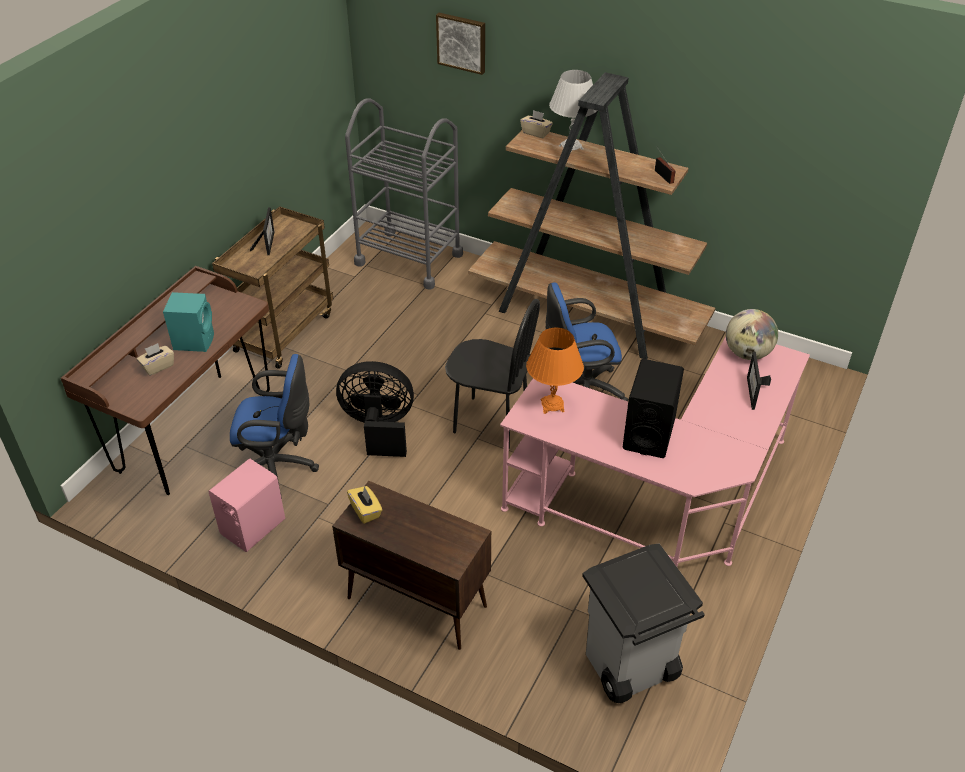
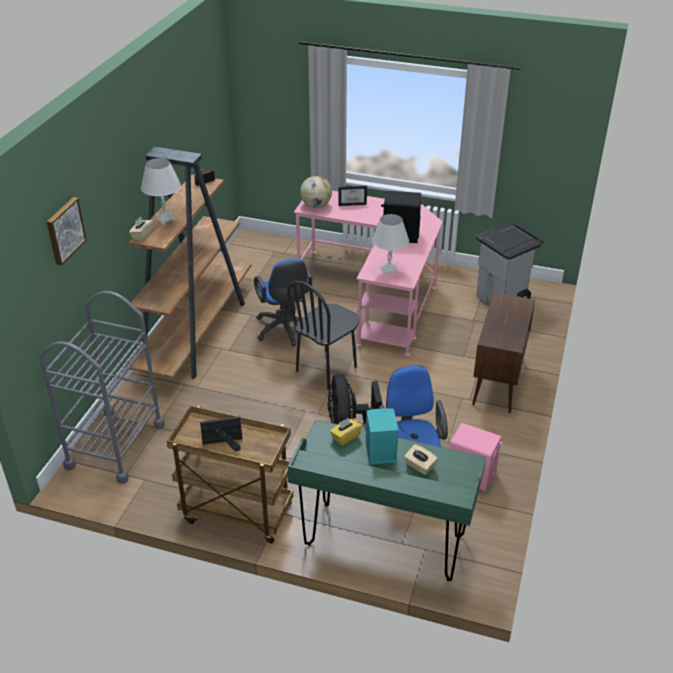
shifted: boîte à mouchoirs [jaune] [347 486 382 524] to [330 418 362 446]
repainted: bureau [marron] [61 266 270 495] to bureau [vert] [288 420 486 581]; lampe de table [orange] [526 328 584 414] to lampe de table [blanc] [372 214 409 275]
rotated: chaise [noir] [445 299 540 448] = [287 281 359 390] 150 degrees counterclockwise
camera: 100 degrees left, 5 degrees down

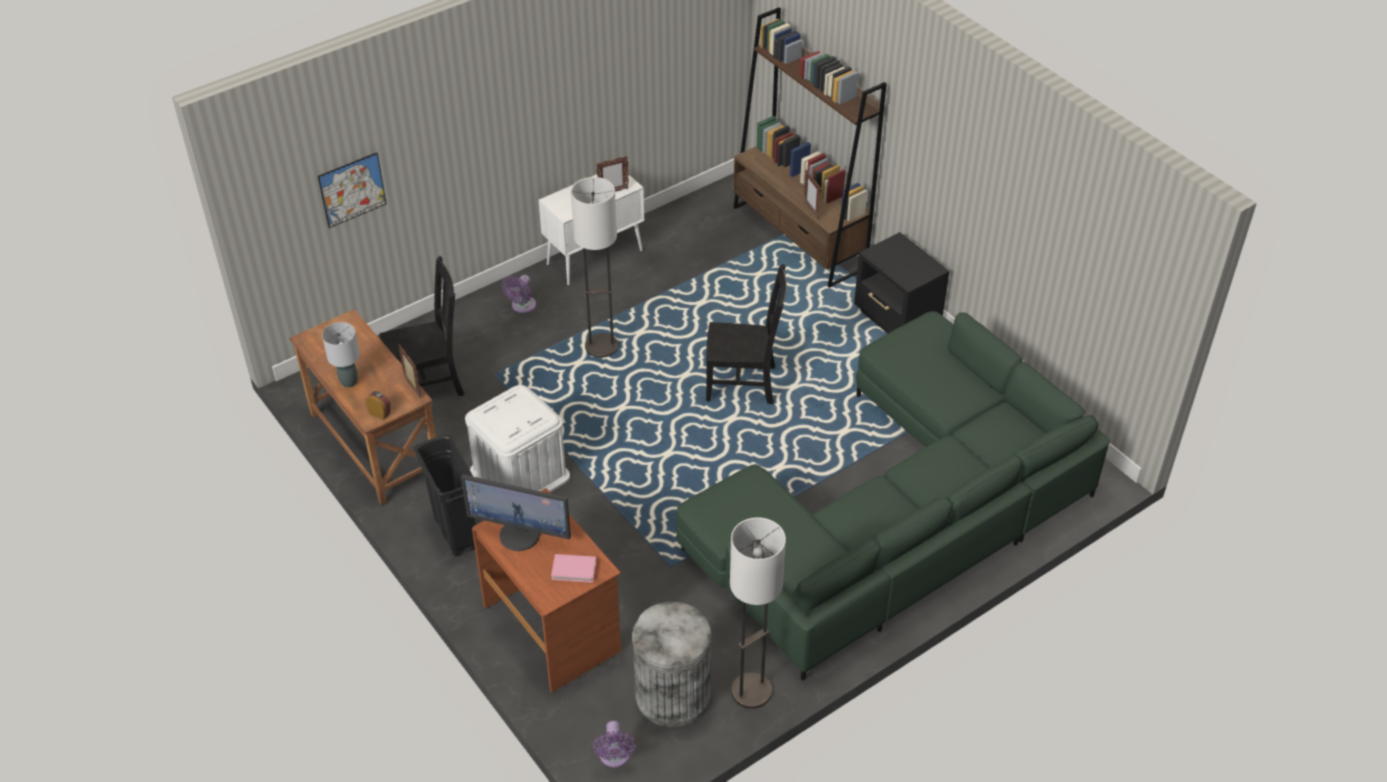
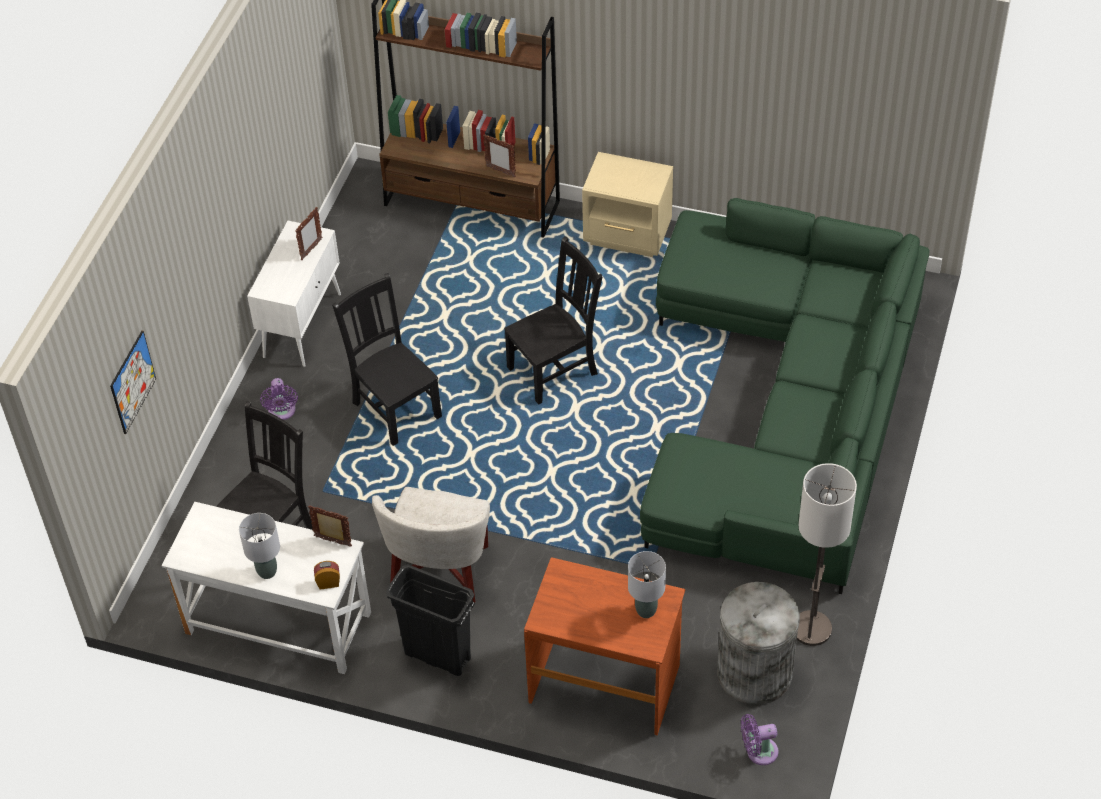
gone: écran d'ordinateur [461 474 571 551]
swapped: boîte de rangement [blanc] [465 385 570 492] to fauteuil [blanc] [372 487 490 603]; livre [rose] [551 554 596 583] to lampe de table [gris] [628 551 666 618]; lampadaire [571 177 618 358] to chaise [noir] [332 273 442 446]
repainted: bureau [marron] [289 309 436 505] to bureau [blanc] [162 502 371 674]; table de chevet [noir] [854 232 950 334] to table de chevet [beige] [582 152 673 257]
rotated: ventilateur [violet] [593 721 636 768] = [741 714 778 765] 120 degrees clockwise
camera: 35 degrees left, 5 degrees up

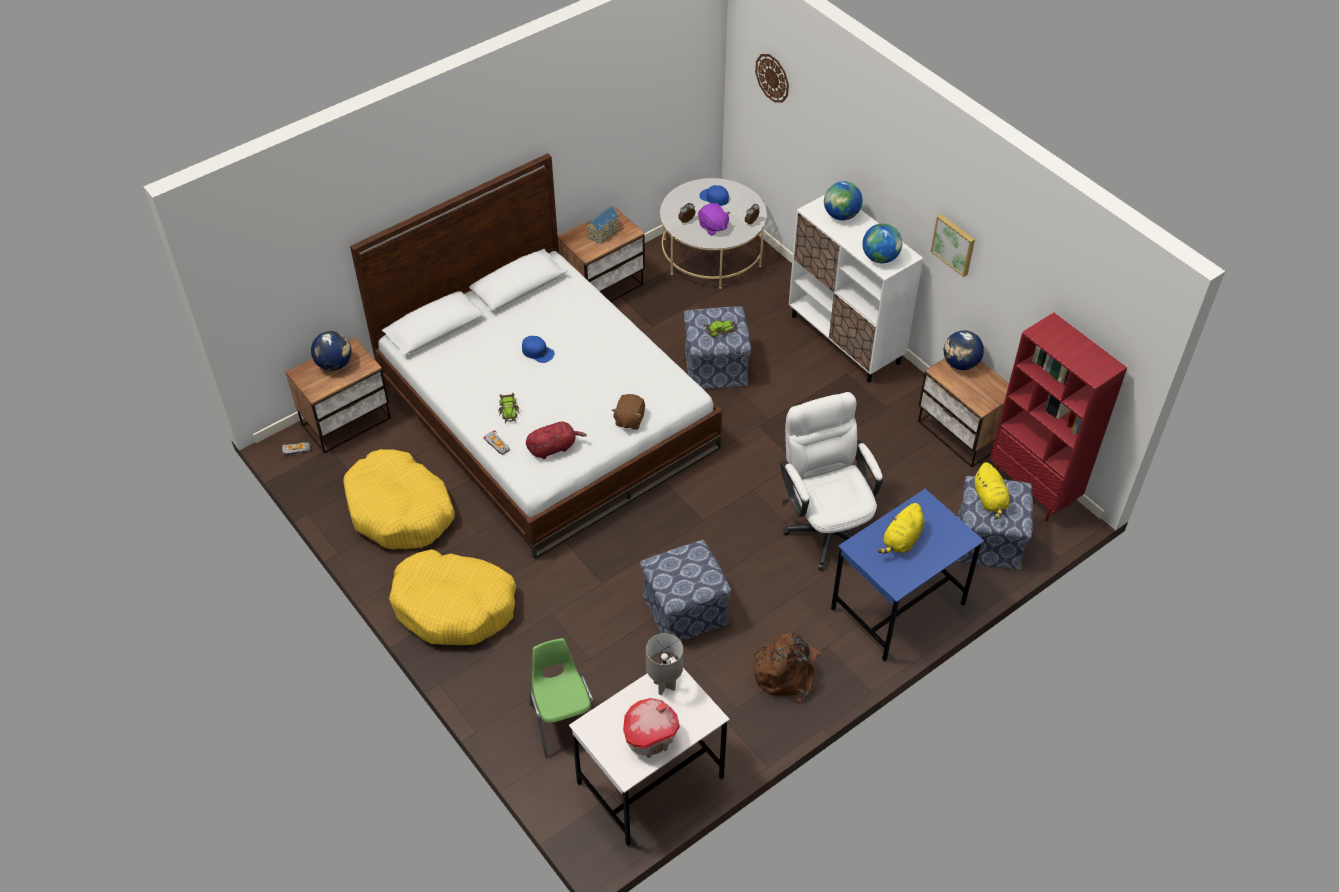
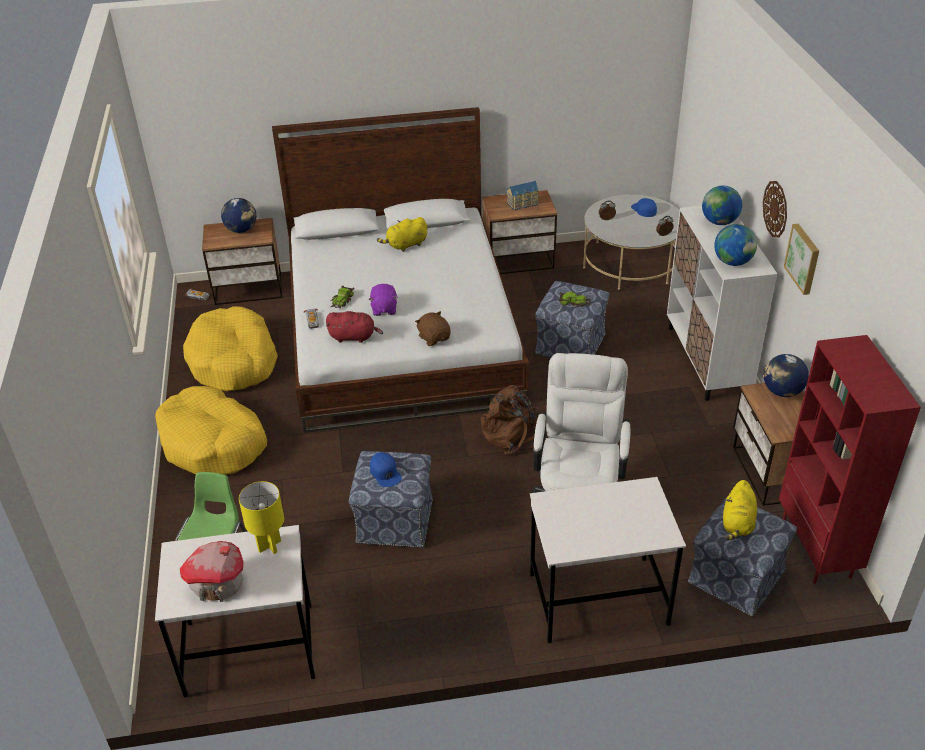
shifted: casquette [bleu] [522 336 555 363] to [370 452 402 487]; peluche [violet] [698 203 730 235] to [369 284 398 316]; sac à dos [marron] [753 632 822 703] to [481 385 538 455]; horloge murale [755 54 789 103] to [763 181 787 237]; peluche [jaune] [878 503 924 553] to [377 217 427 252]
repainted: lampe de table [gris] [646 633 683 695] to lampe de table [jaune] [239 481 284 554]; bureau [bleu] [831 489 984 662] to bureau [blanc] [530 477 686 643]
rotated: peluche [marron] [612 394 645 430] = [415 311 451 346] 105 degrees clockwise
camera: 30 degrees right, 10 degrees down

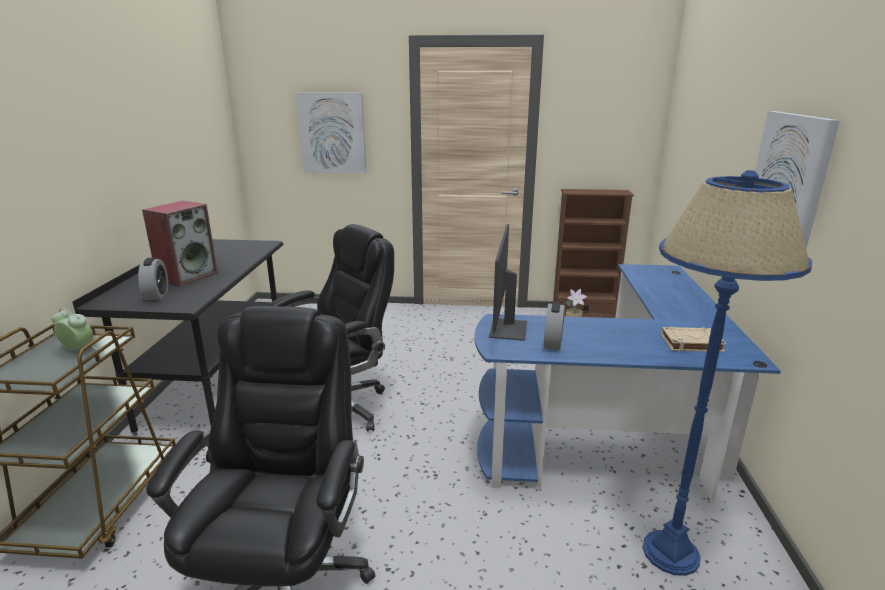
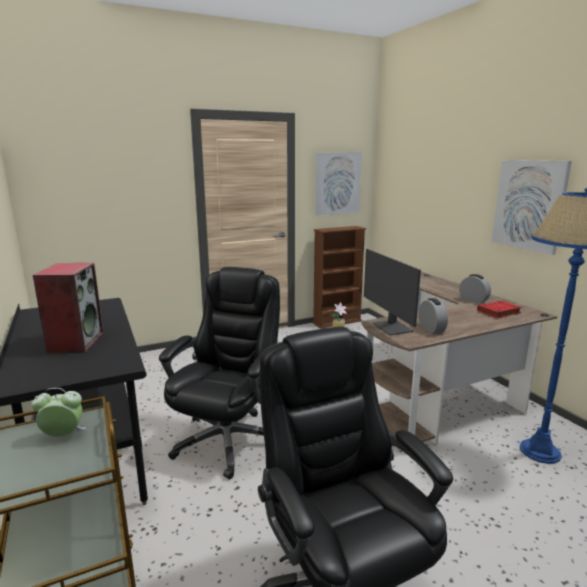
shifted: réveil [138 257 168 300] to [459 274 491 303]; tableau [296 92 367 174] to [315 153 362 215]
repainted: bureau [bleu] [474 264 781 500] to bureau [marron] [362 271 557 444]; livre [beige] [661 327 726 352] to livre [rouge] [477 301 522 318]
camera: 30 degrees left, 5 degrees down

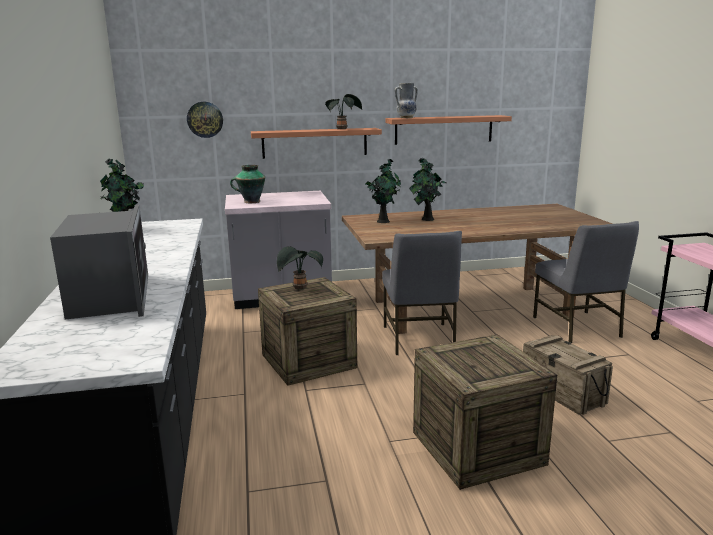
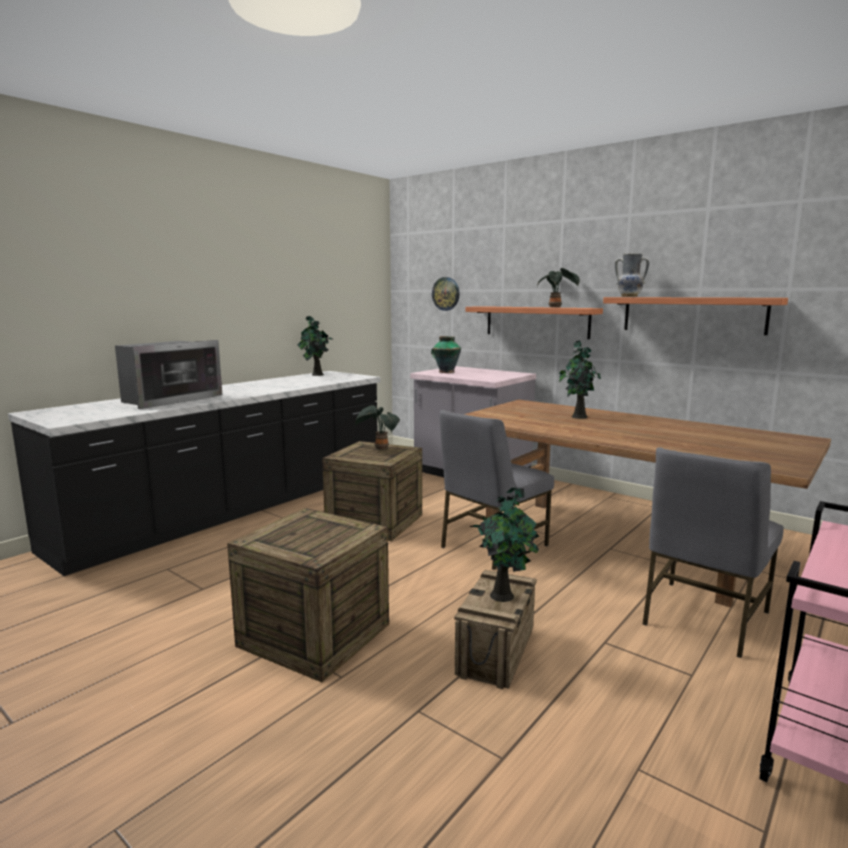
shifted: plante en pot [365 159 401 223] to [469 488 539 602]
camera: 50 degrees right, 5 degrees down

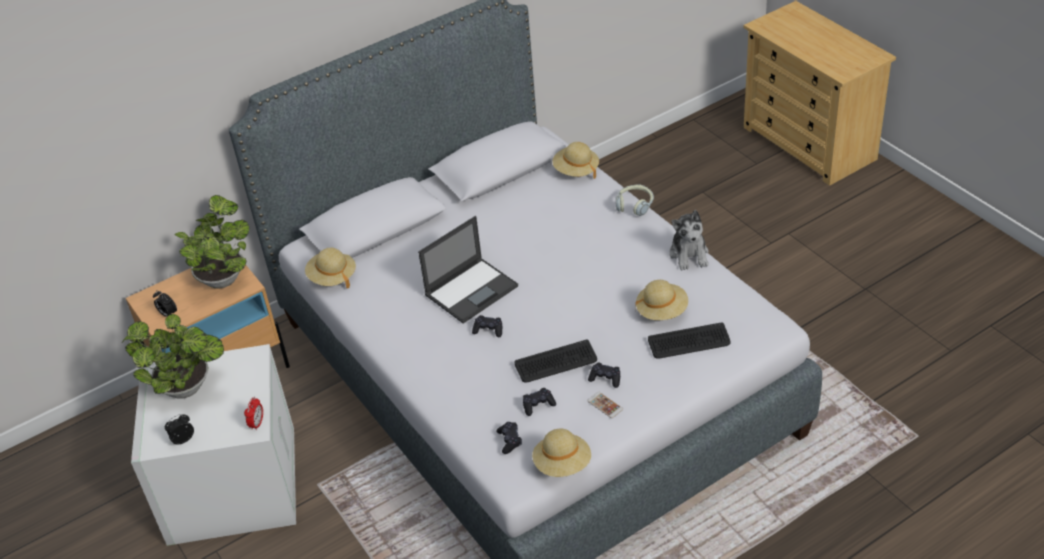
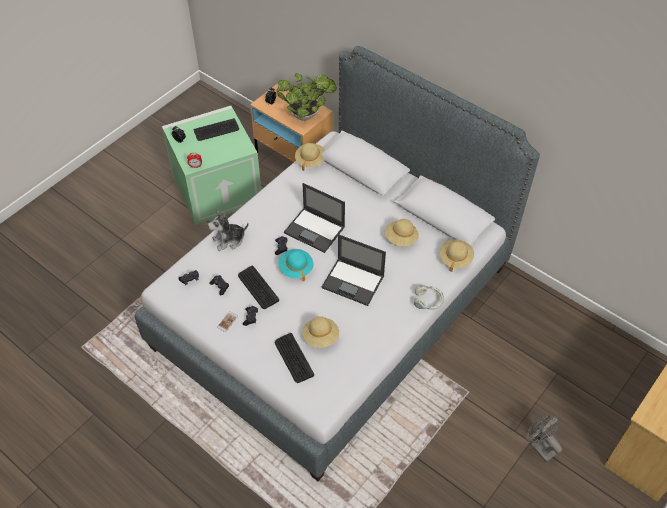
new: chapeau [turquoise] [278 249 314 281]; ordinateur portable [322 235 386 306]; ventilateur [gris] [526 415 562 462]
shifted: chapeau [beige] [532 428 591 477] to [385 219 419 246]; peluche [670 210 709 270] to [208 209 249 251]
swapped: plante en pot [122 314 224 399] to clavier [194 118 239 141]
repainted: boîte de rangement [blanc] [131 344 296 546] to boîte de rangement [vert] [162 106 261 225]
camera: 70 degrees right, 10 degrees up

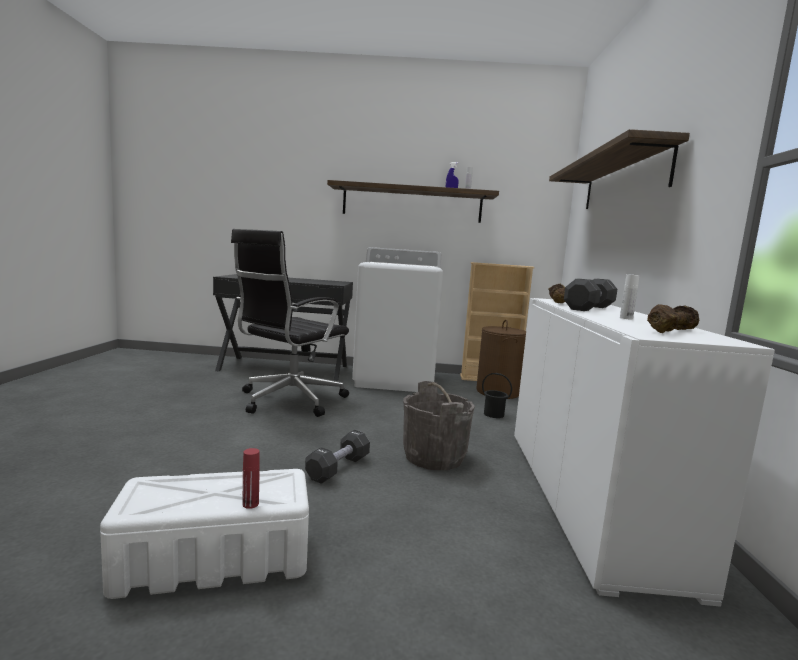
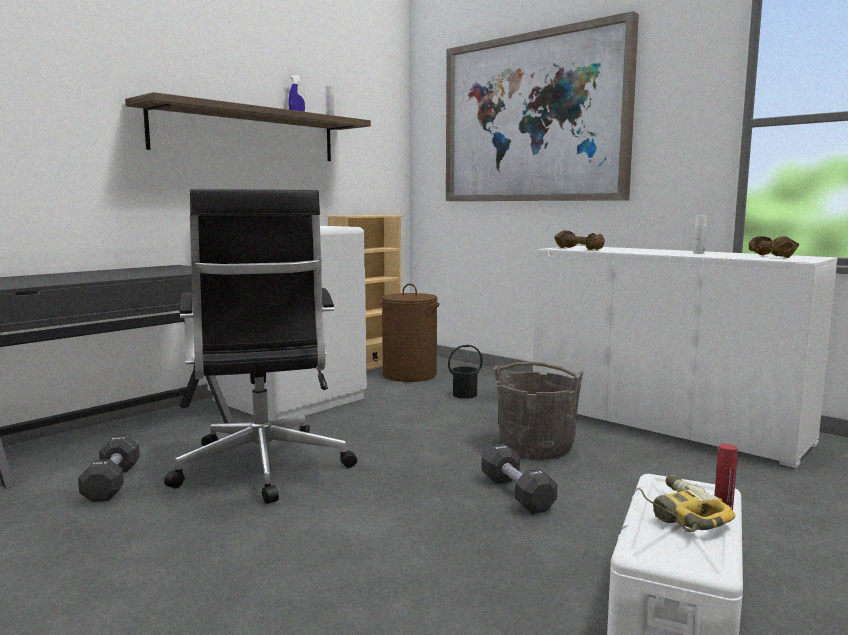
new: perceuse [639 475 735 532]
shifted: haltère [noir] [564 279 617 311] to [78 435 140 502]
swapped: étagère [549 129 690 209] to tableau [446 11 639 201]
camera: 50 degrees left, 0 degrees up

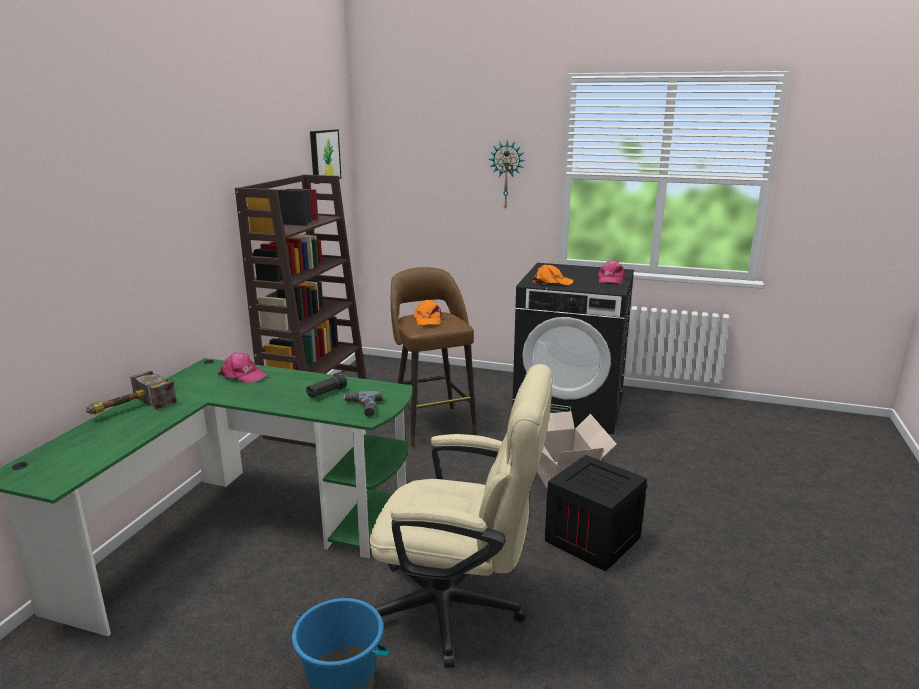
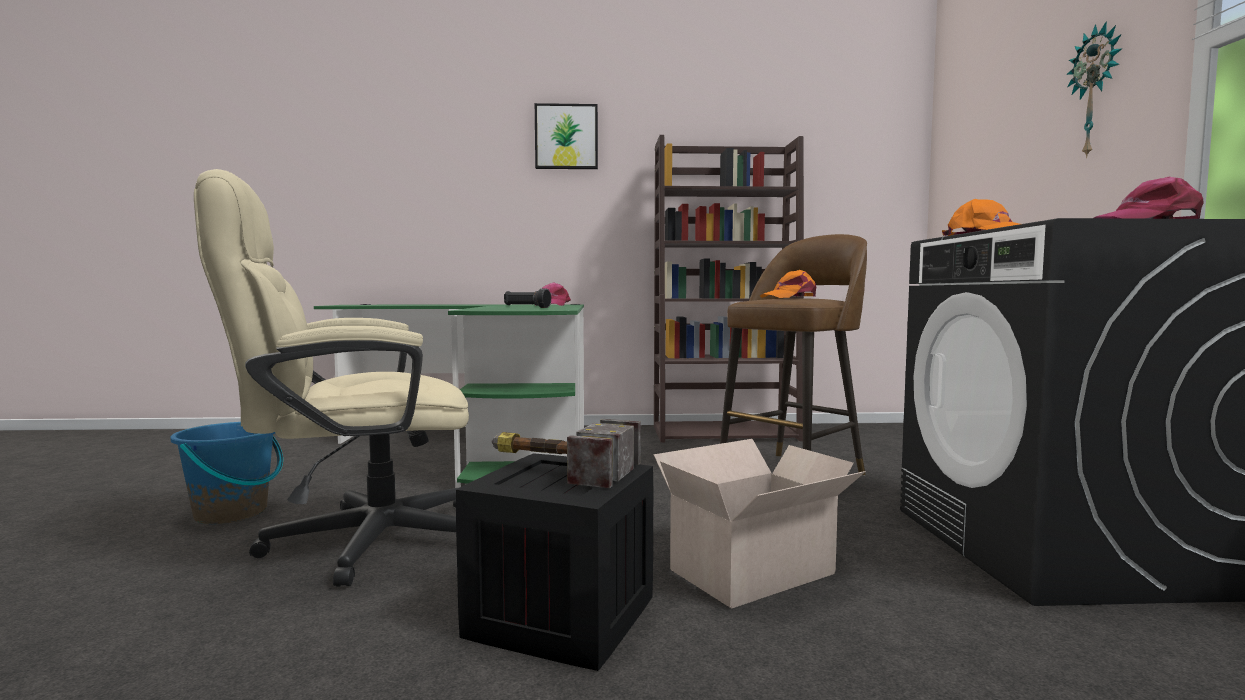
gone: perceuse [343 391 382 417]
shifted: marteau [86 371 177 414] to [492 419 641 488]; tableau [310 129 341 184] to [535 103 598 169]
rotated: chaise de bureau [beige] [370 364 553 668] = [194 169 469 587] 75 degrees clockwise
camera: 70 degrees right, 15 degrees down

